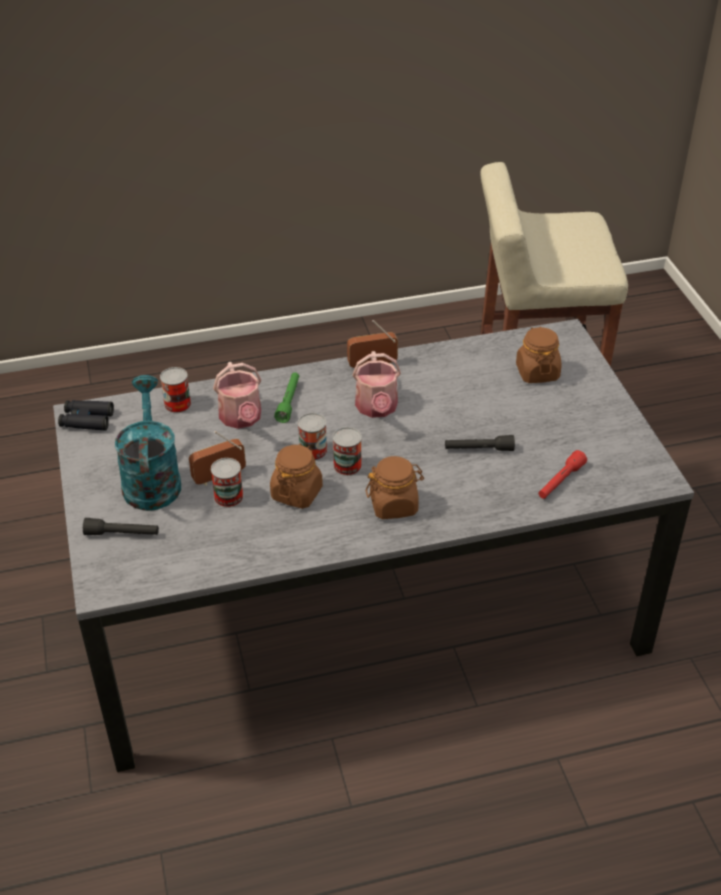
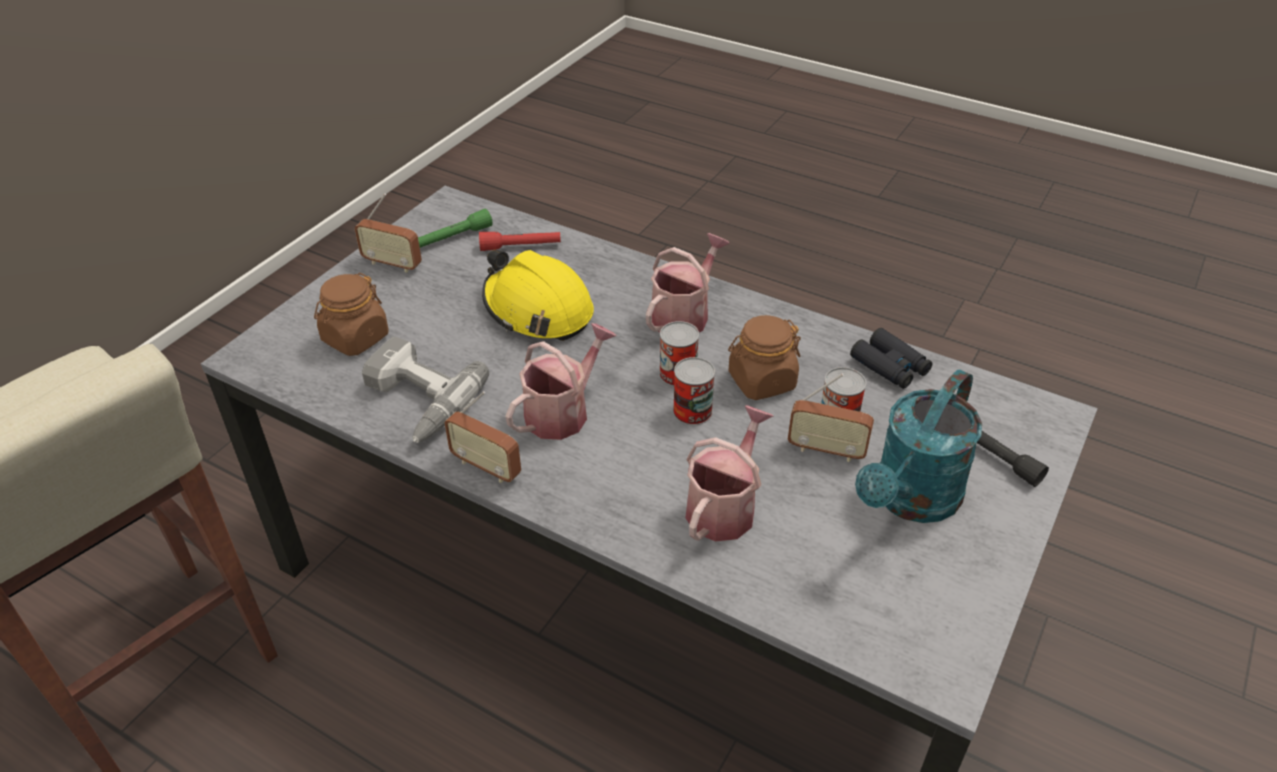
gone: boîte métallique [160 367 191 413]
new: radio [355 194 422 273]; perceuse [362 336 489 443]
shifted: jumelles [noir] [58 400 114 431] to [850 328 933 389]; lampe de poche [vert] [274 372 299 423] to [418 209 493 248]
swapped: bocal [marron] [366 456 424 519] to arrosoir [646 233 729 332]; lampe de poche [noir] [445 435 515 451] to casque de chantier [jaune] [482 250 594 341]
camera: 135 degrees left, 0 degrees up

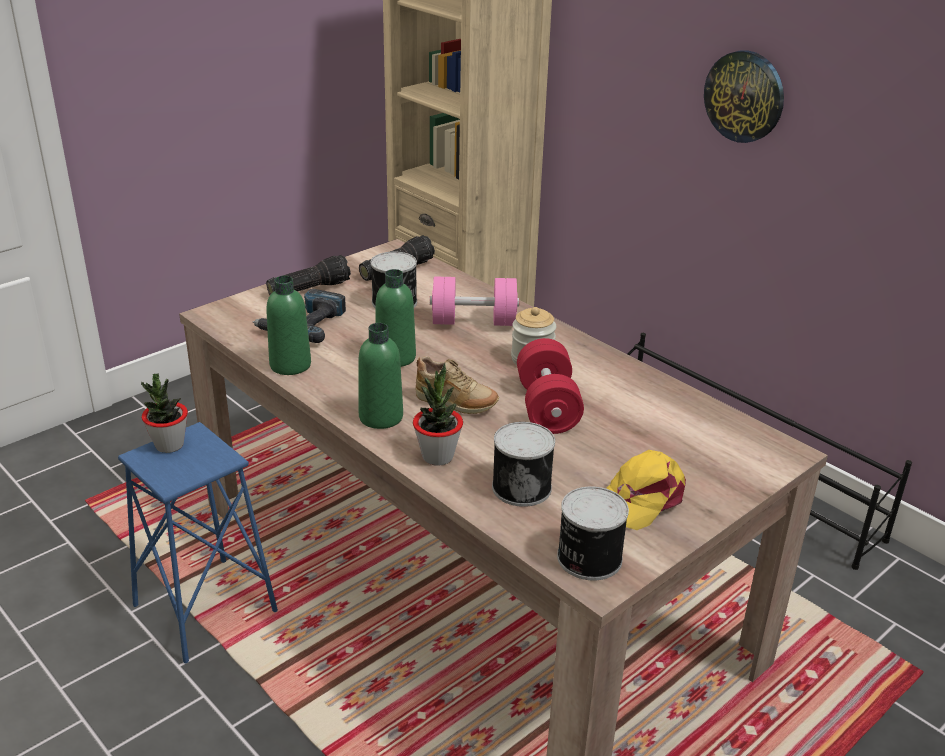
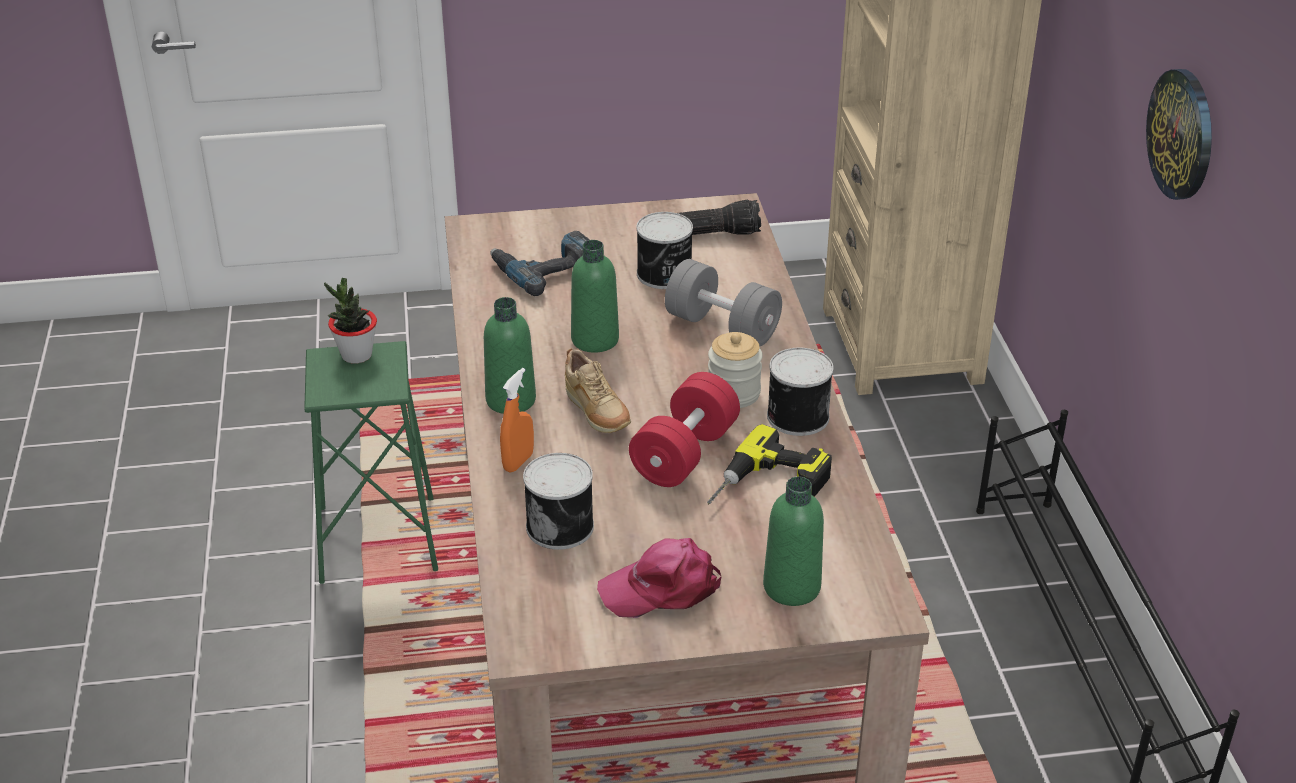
gone: lampe de poche [266 255 351 295]
new: perceuse [707 424 832 504]
shifted: bouteille [vert] [266 276 311 375] to [763 477 824 606]; boîte métallique [557 486 629 580] to [767 348 833 436]
swapped: plante en pot [413 363 463 466] to vaporisateur [orange] [500 368 534 473]
repainted: tabouret [bleu] [118 422 278 664] to tabouret [vert] [304 341 438 584]; haltère [rose] [430 277 520 326] to haltère [gris] [665 259 782 347]; casquette [jaune] [606 450 686 530] to casquette [rose] [597 538 721 618]
camera: 35 degrees right, 5 degrees up

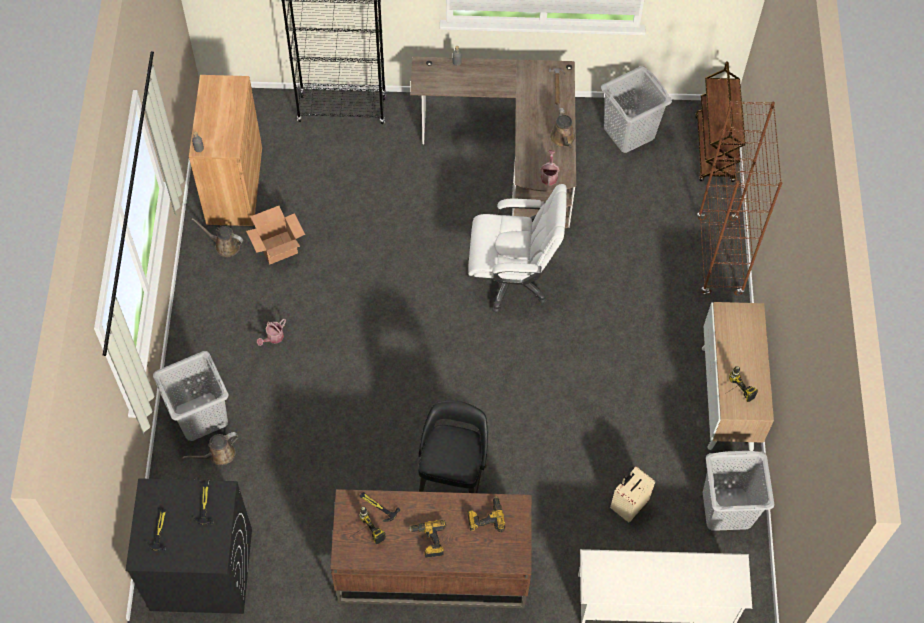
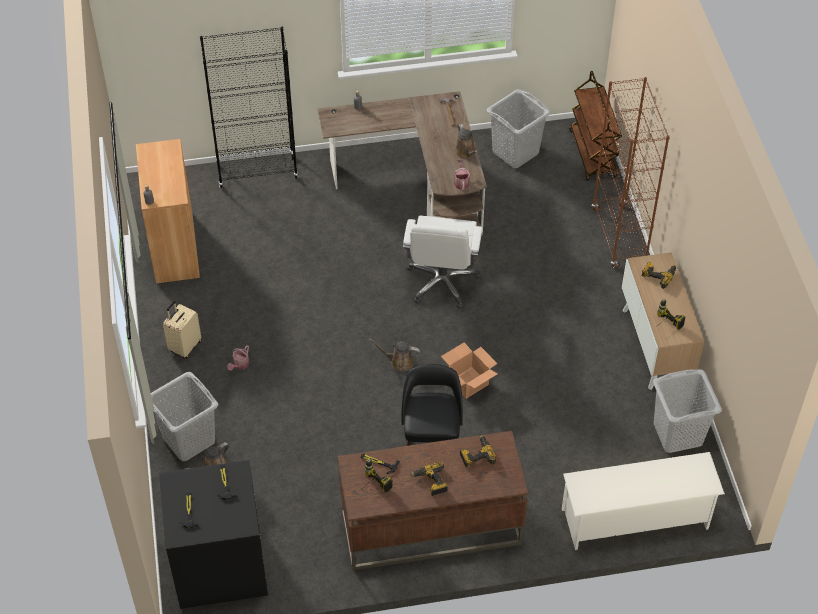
new: perceuse [642 261 676 289]
shifted: arrosoir [marron] [192 218 243 257] to [369 339 420 371]; carton [246 206 305 264] to [441 343 498 399]; valise [beige] [610 466 656 523] to [163 301 201 358]
rotated: chaise de bureau [blanc] [467 184 567 313] = [403 216 483 309] 105 degrees clockwise
camera: 10 degrees left, 10 degrees down

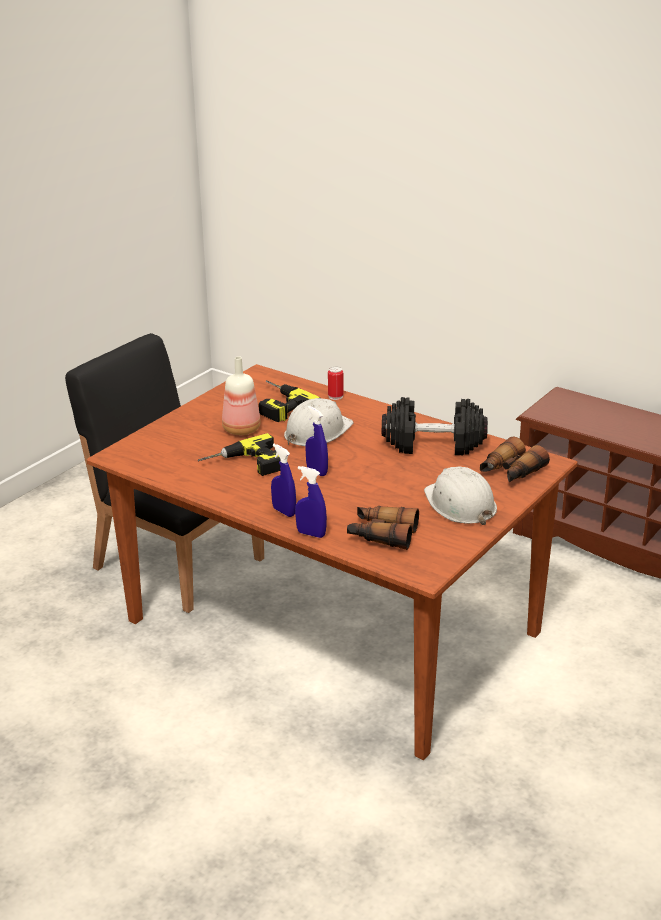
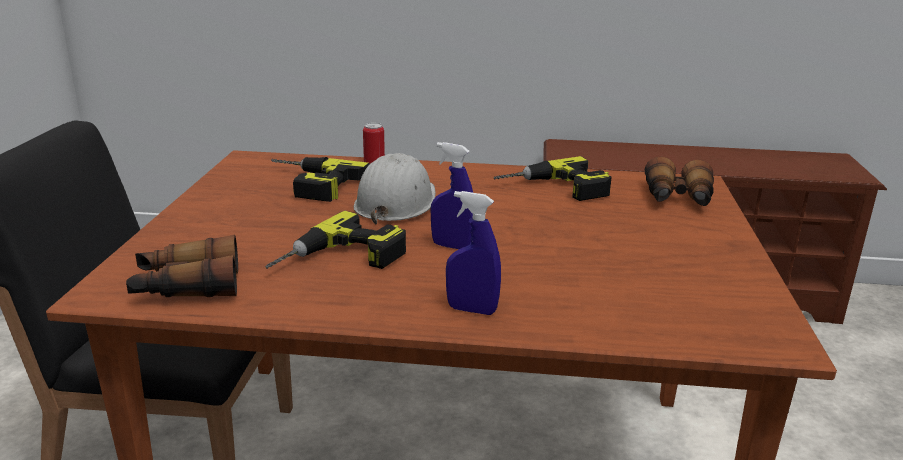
gone: bouteille [222 356 261 435]; vaporisateur [bleu] [295 466 327 538]; casque de chantier [blanc] [424 466 497 525]
shifted: jumelles [347 506 419 550] to [126 235 238 297]
swapped: haltère [noir] [382 397 488 455] to perceuse [494 156 612 201]
camera: 30 degrees left, 5 degrees down

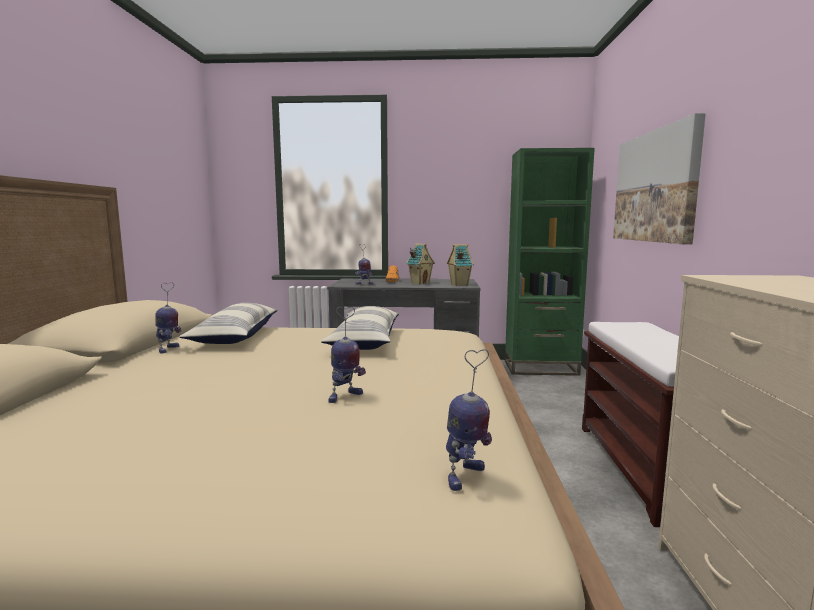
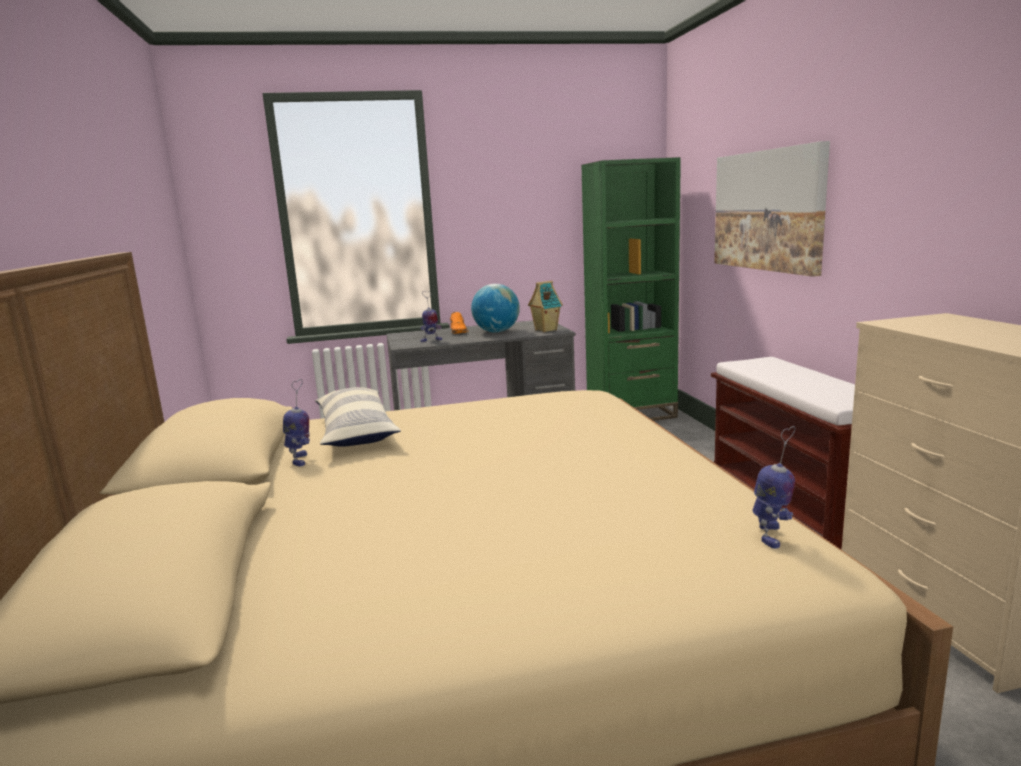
gone: coussin [321 306 399 350]; robot jouet [328 307 366 403]
swapped: maison miniature [406 244 435 284] to globe [471 284 520 333]
camera: 15 degrees left, 5 degrees up

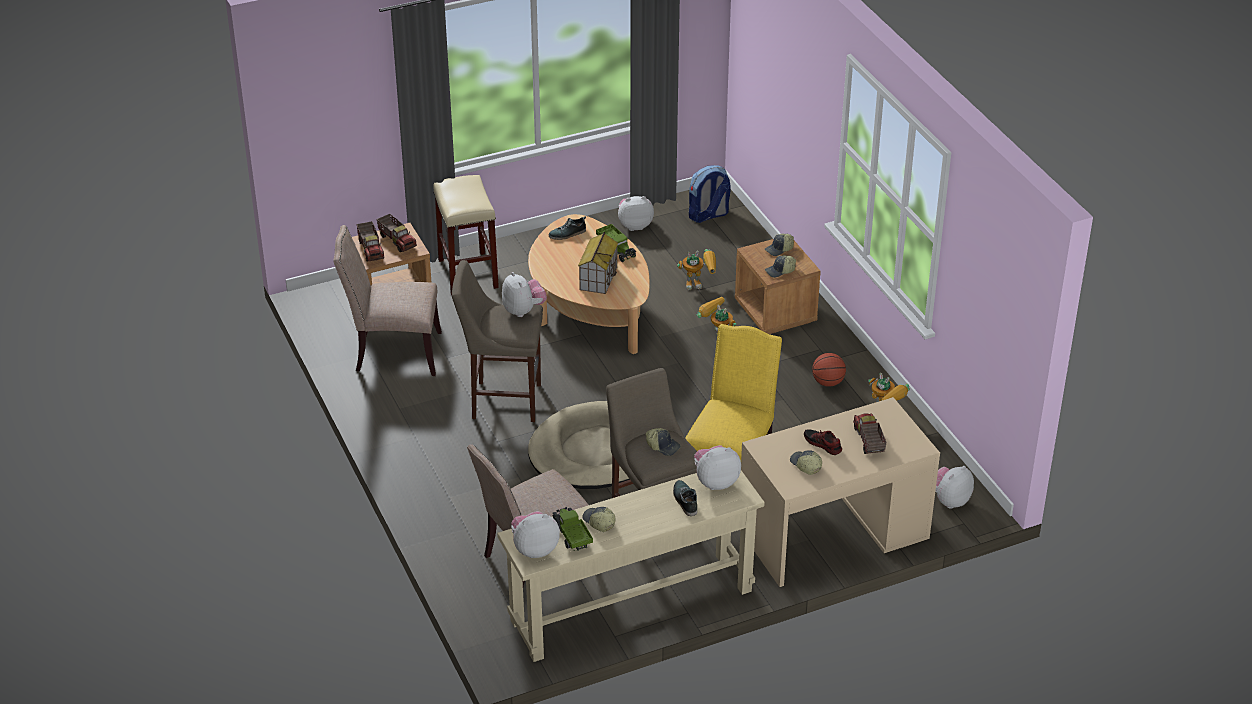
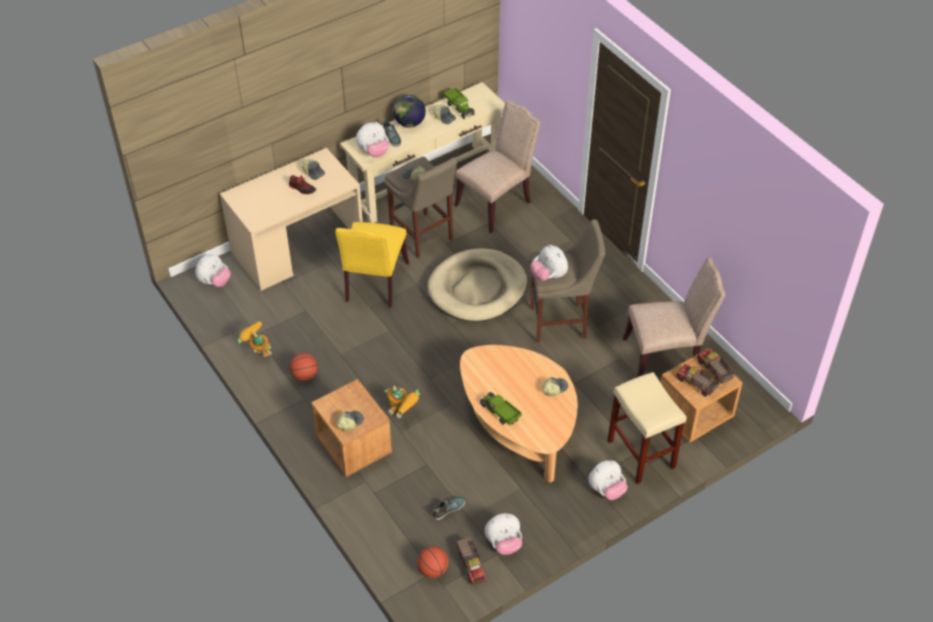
gone: maison miniature [578 232 618 294]; robot jouet [677 249 716 290]
new: globe [393 95 426 127]
shifted: peluche [511 511 560 558] to [588 460 628 500]; chaussure [549 216 586 240] to [433 497 465 520]; casquette [765 255 796 278] to [542 377 568 396]; camion jouet [853 413 887 454] to [457 537 487 585]
swapped: sac à dos [689 165 731 223] to ballon de basket [417 546 449 578]
camera: 170 degrees right, 10 degrees up

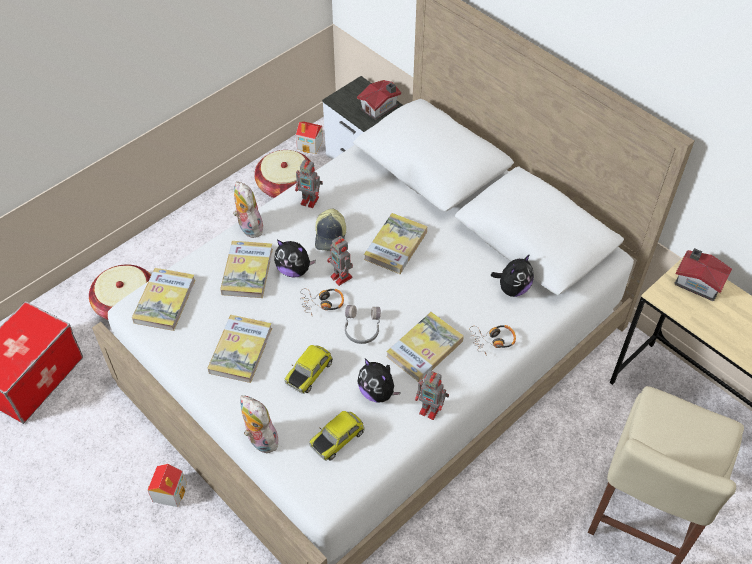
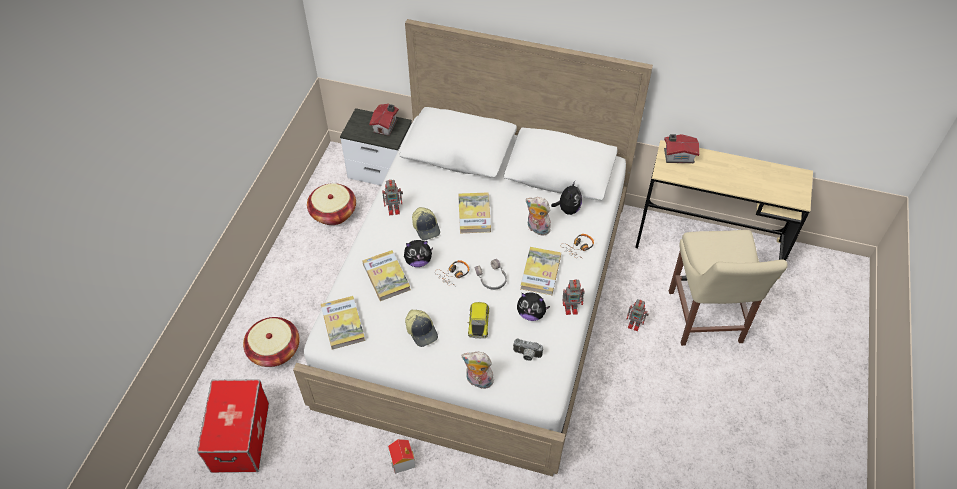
gone: maison miniature [296 121 323 154]
shifted: peluche [233 181 263 238] to [526 197 551 236]; robot jouet [327 236 353 286] to [626 299 649 331]
swapped: livre [208 315 272 383] to casquette [405 310 438 347]; petite voiture [309 411 365 461] to appareil photo [513 338 543 361]
camera: 30 degrees left, 0 degrees up

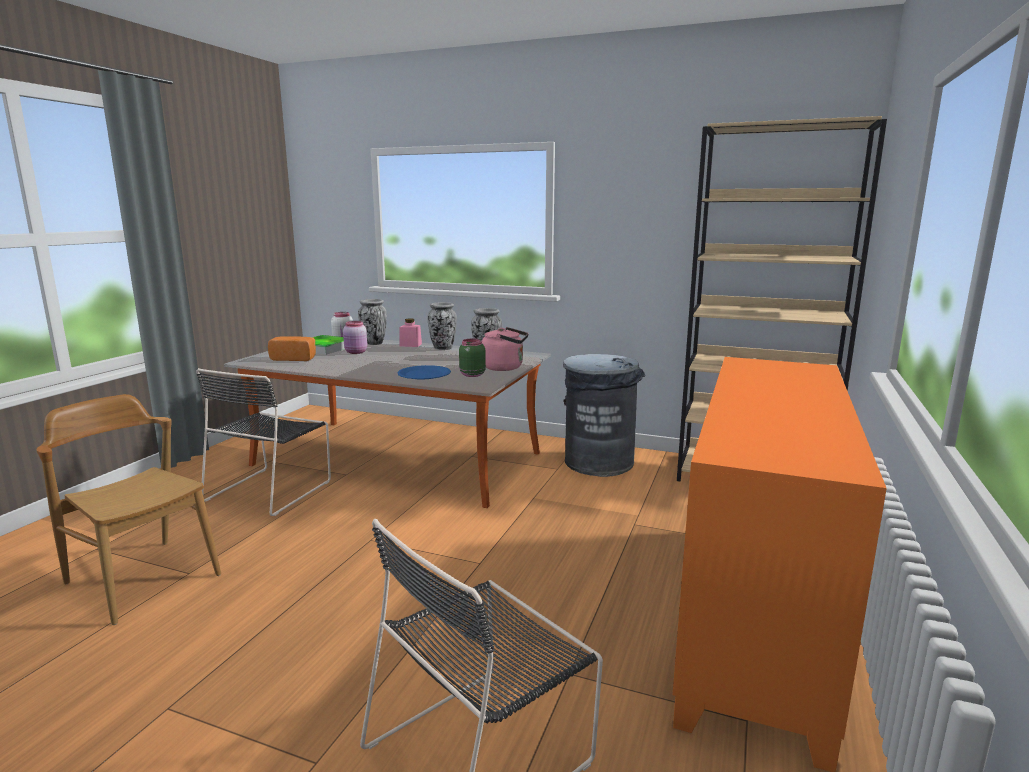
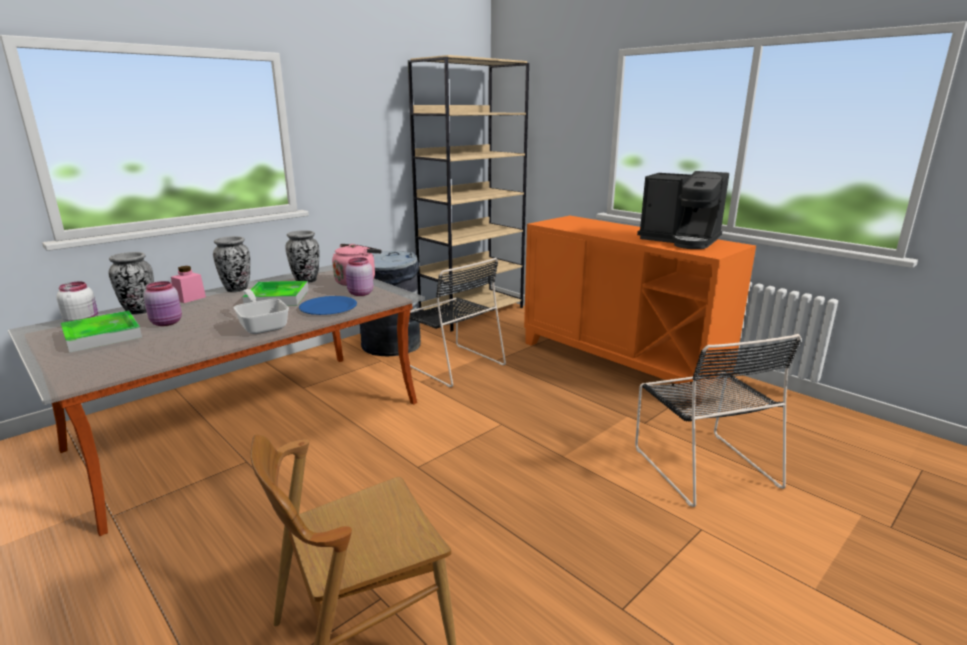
gone: pain [268 336 316 361]
new: poêle [234 289 289 334]; plateau [243 281 309 306]; machine à café [637 171 729 249]
shifted: chaise [noir] [196 368 331 516] to [409 258 506 387]
repainted: bocal [vert] [459 339 486 377] to bocal [rose] [346 257 373 296]
camera: 65 degrees left, 5 degrees up

